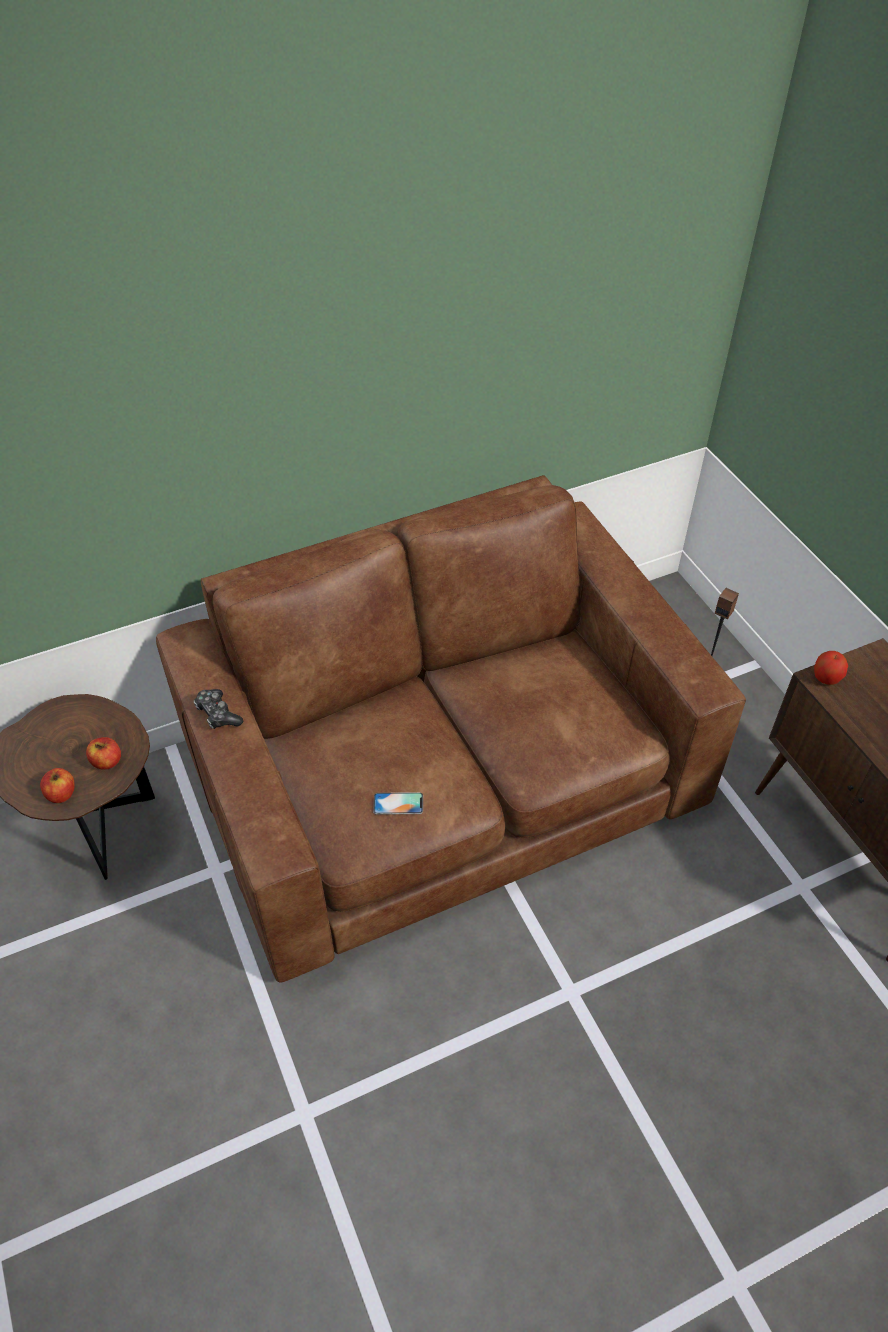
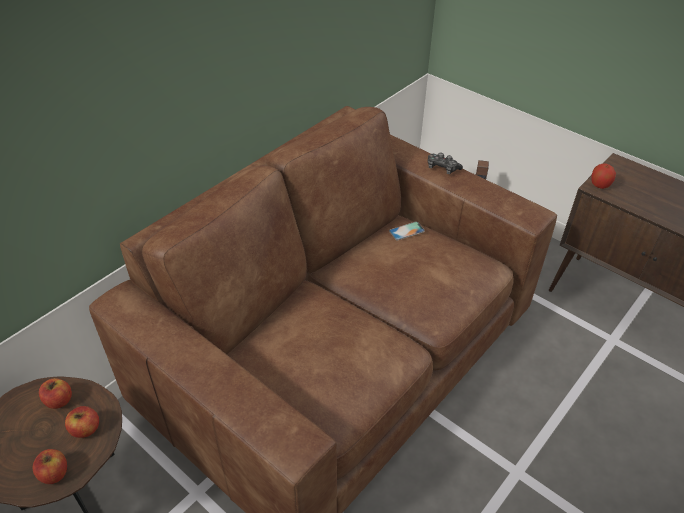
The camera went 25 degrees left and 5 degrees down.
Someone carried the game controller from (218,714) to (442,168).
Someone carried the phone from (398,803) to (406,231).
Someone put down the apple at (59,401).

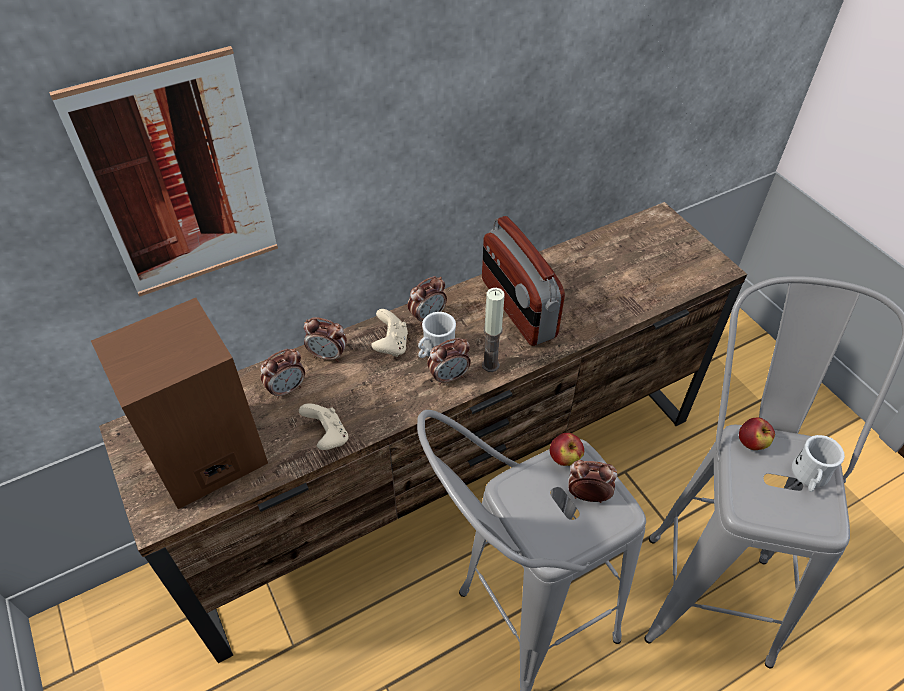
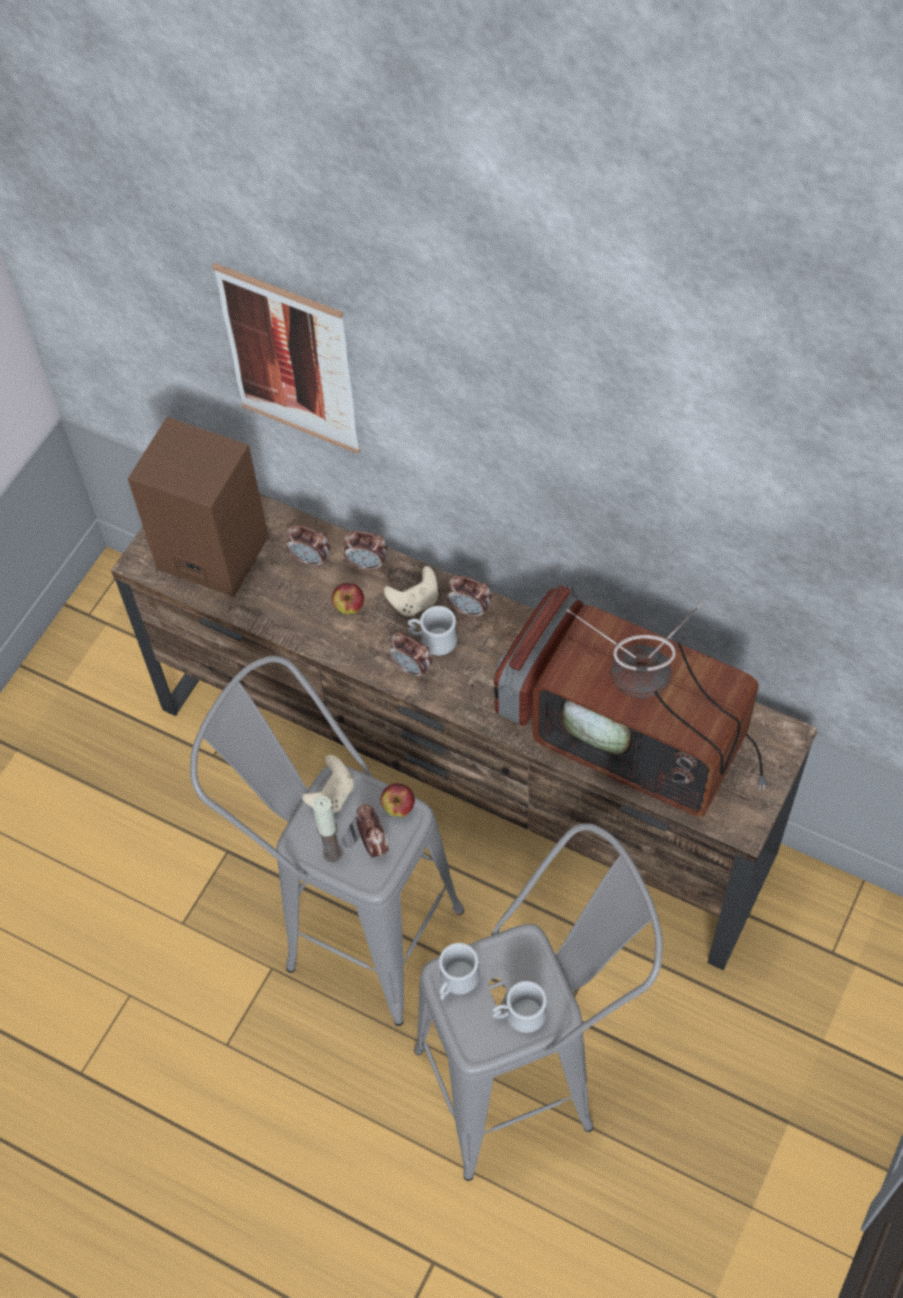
The camera went 60 degrees right and 10 degrees up.
Someone carried the game controller (beige) from (327,436) to (332,795).
Someone rotated the alarm clock at (328,355) by 60 degrees counterclockwise.
Someone carried the candle from (490,365) to (332,853).
Someone carried the apple from (751,443) to (349,607).
Someone put down the mug (white) at (456,982).
Someone put down the television at (648,741).

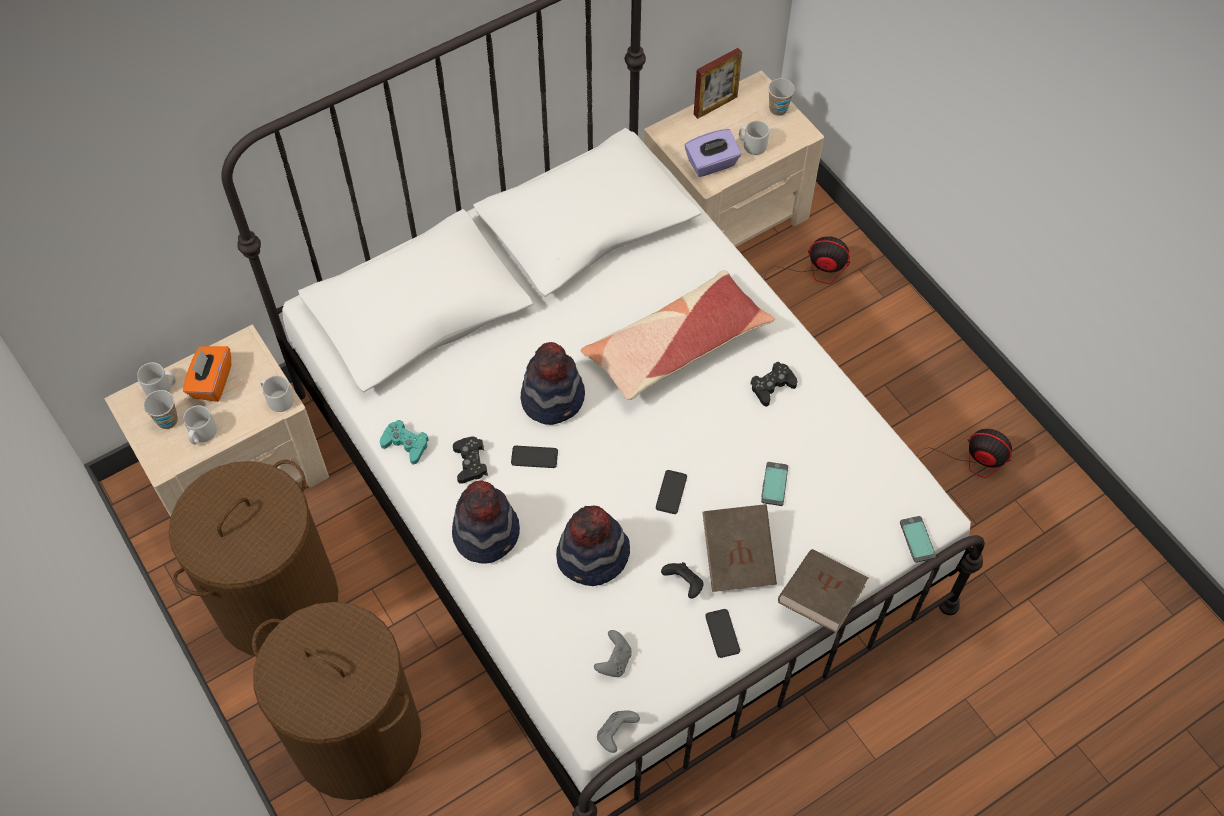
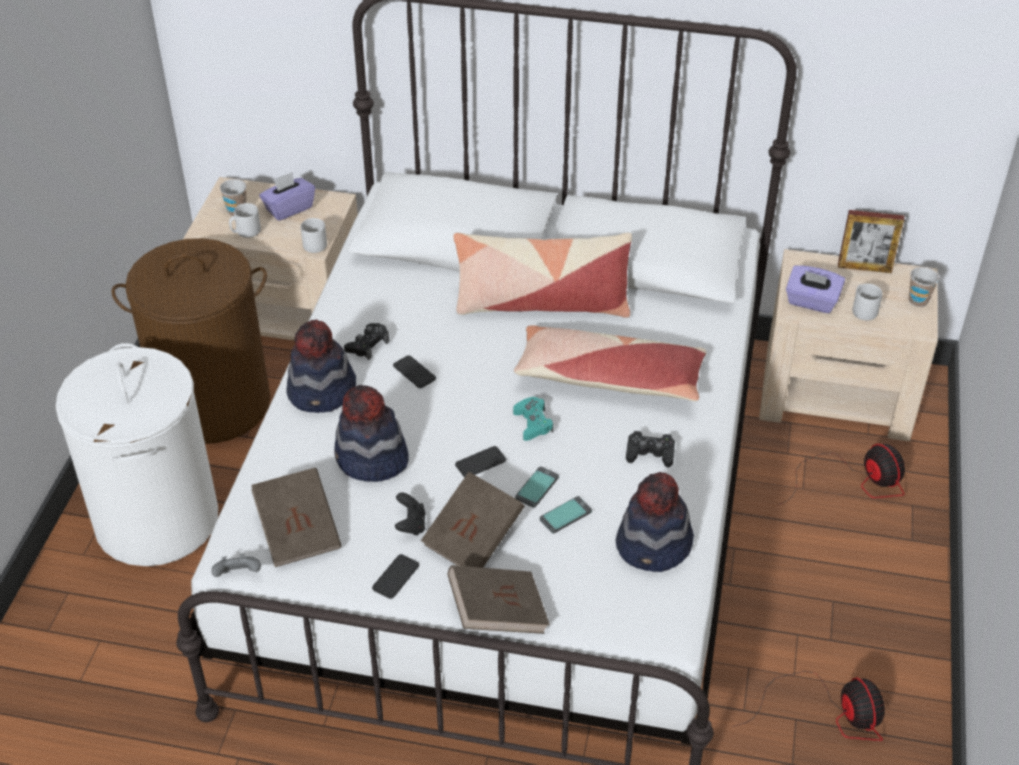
The camera went 45 degrees right and 15 degrees down.
Someone took away the mug (grey) at (161,387).
Someone repainted the tissue box (orange) at (211,382), which became the tissue box (purple) at (289,208).
Someone repainted the laundry basket (brown) at (358,736), which became the laundry basket (white) at (158,520).
Someone carried the game controller (turquoise) from (405,444) to (533,423).
Someone carried the hat from (553,397) to (654,546).
Someone swapped the game controller (grey) at (614,661) for the book (brown) at (298,531).
Someone carried the phone from (917,539) to (536,487).
Someone put down the pillow at (541,303).

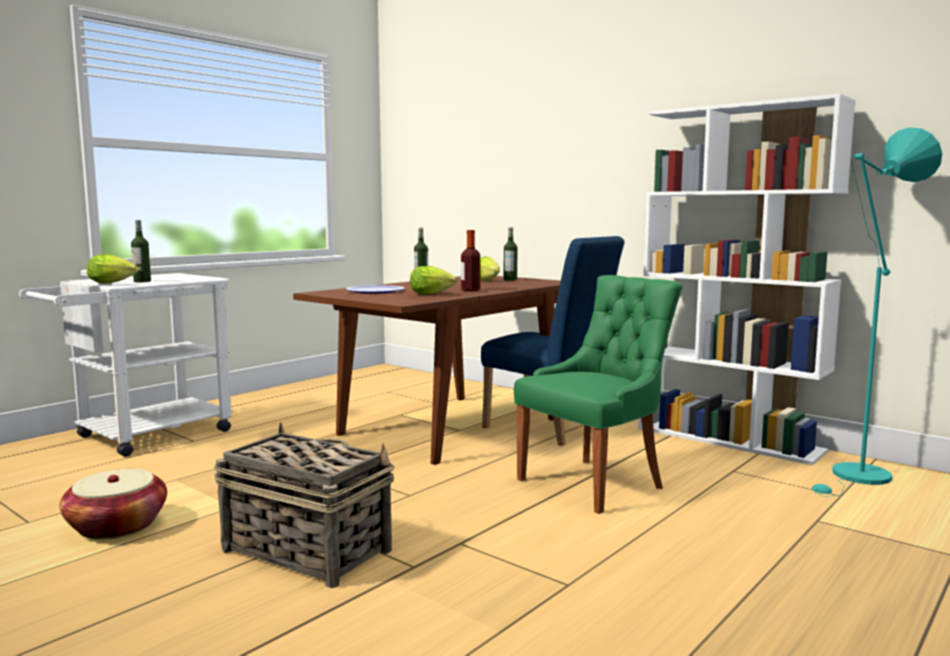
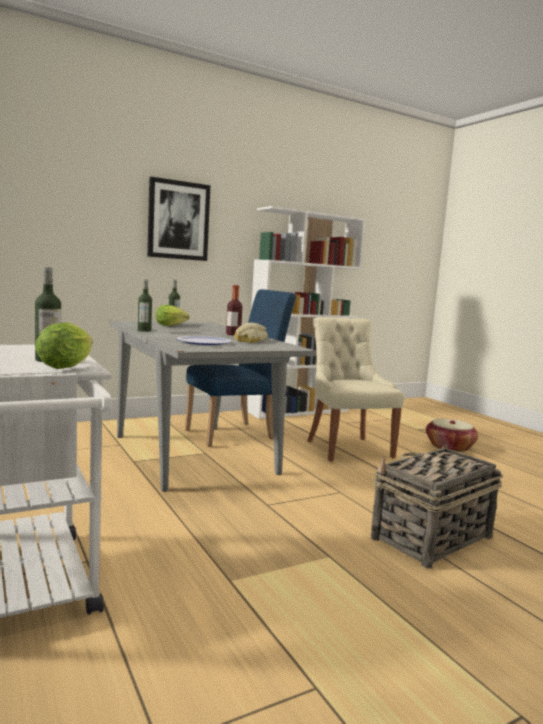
The camera went 70 degrees left and 0 degrees up.
Someone carried the basket from (117,526) to (450,447).
Someone repainted the dining table (brown) at (448,427), which became the dining table (grey) at (194,454).
Someone swapped the lettuce at (433,294) for the bread at (250,340).
Someone repainted the chair (green) at (594,483), which became the chair (beige) at (347,448).
Someone took away the floor lamp (turquoise) at (857,478).
Someone put up the picture at (178,220).

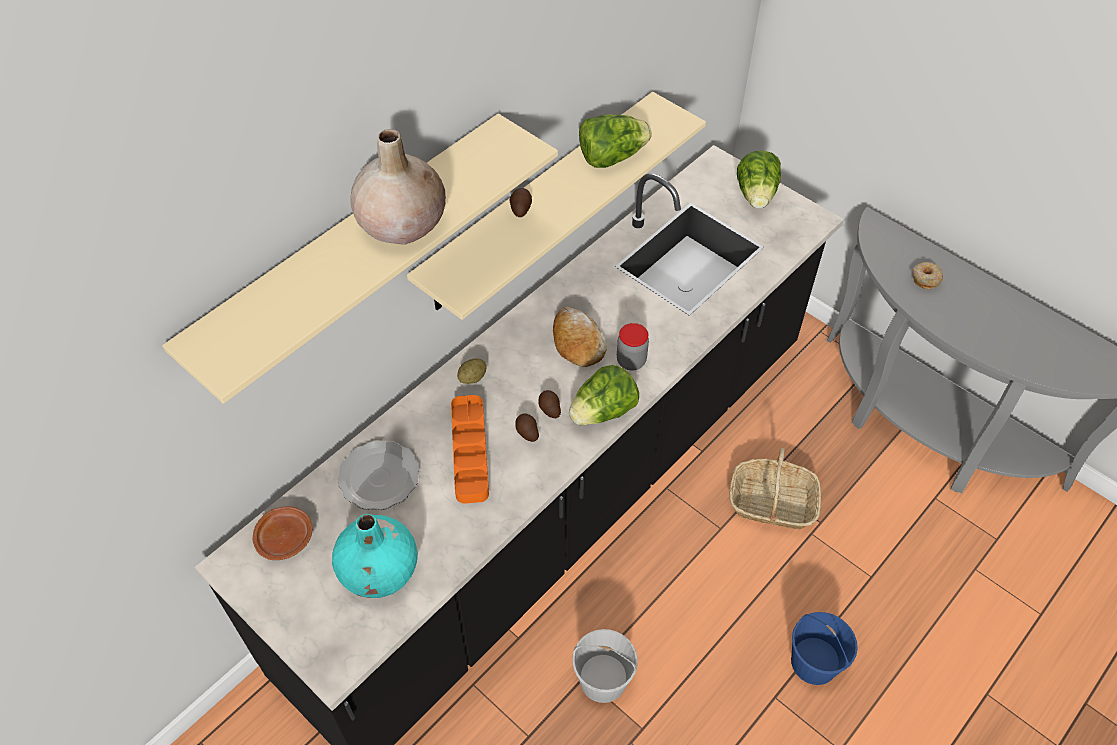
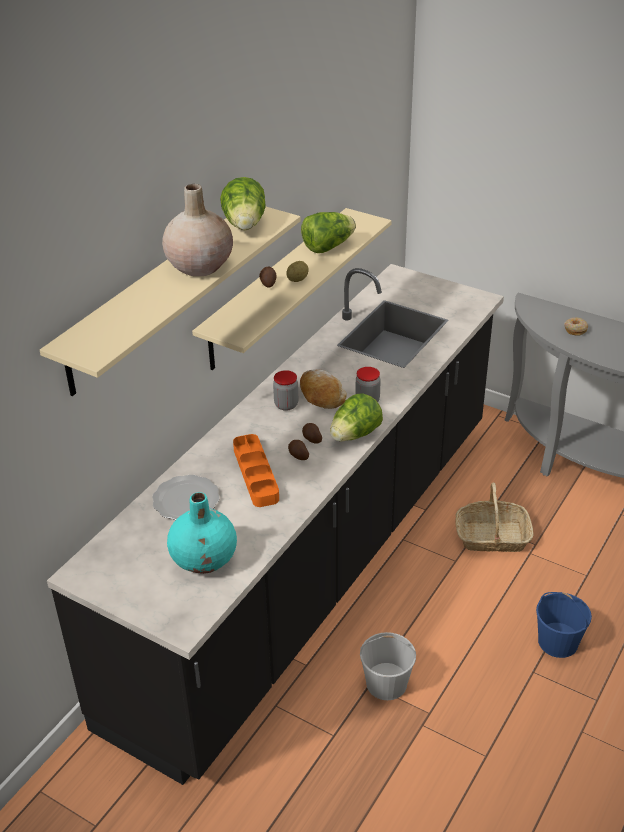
The camera went 10 degrees left and 15 degrees down.
Someone took away the plate (brown) at (285,537).
Someone carried the potato from (472,378) to (297,279).
Someone carried the lettuce from (756,195) to (245,225).
Someone put down the jar at (286,405).

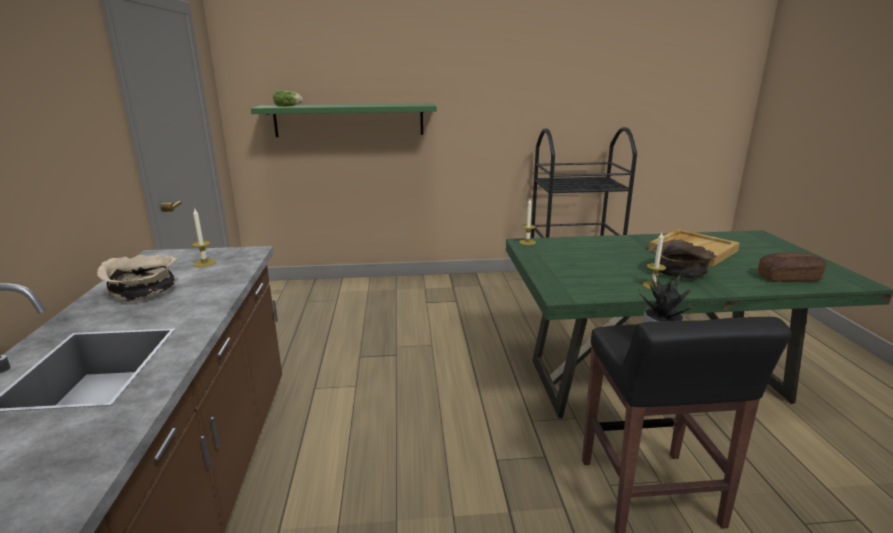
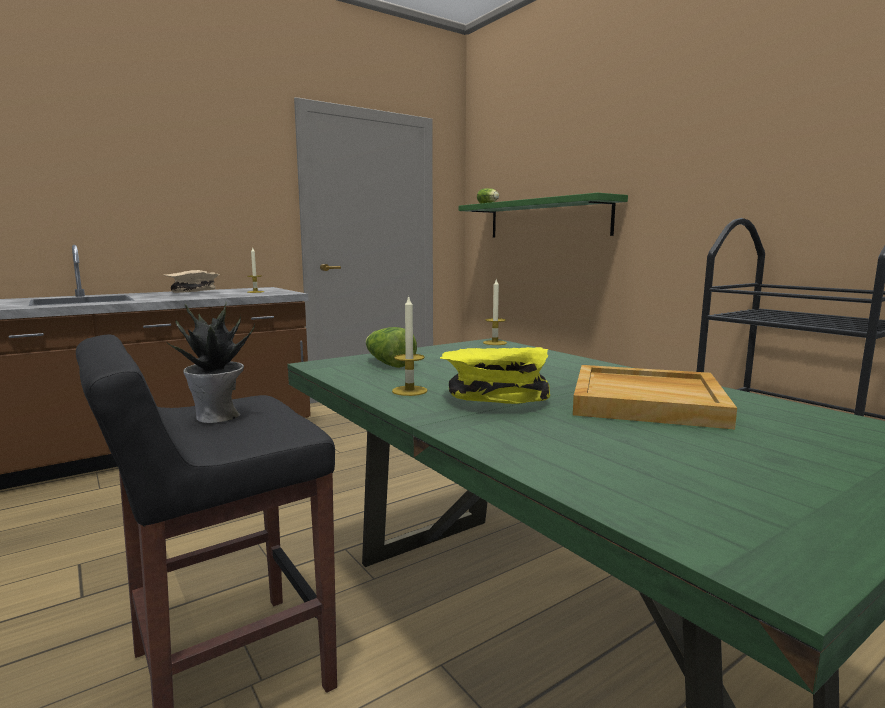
The camera went 60 degrees right and 10 degrees down.
Someone repainted the bowl (brown) at (680,273), which became the bowl (yellow) at (493,399).
Someone took away the bread at (788,278).
Someone put down the lettuce at (388,364).

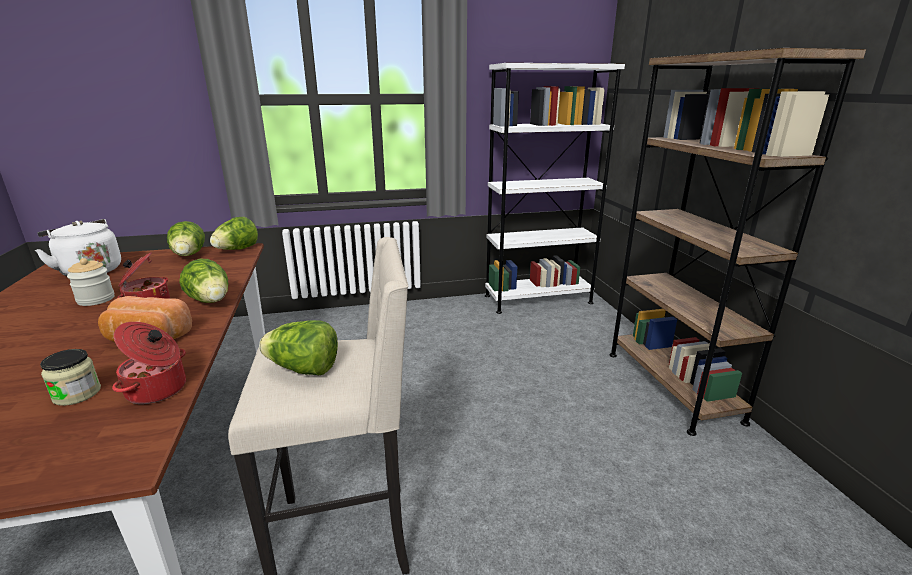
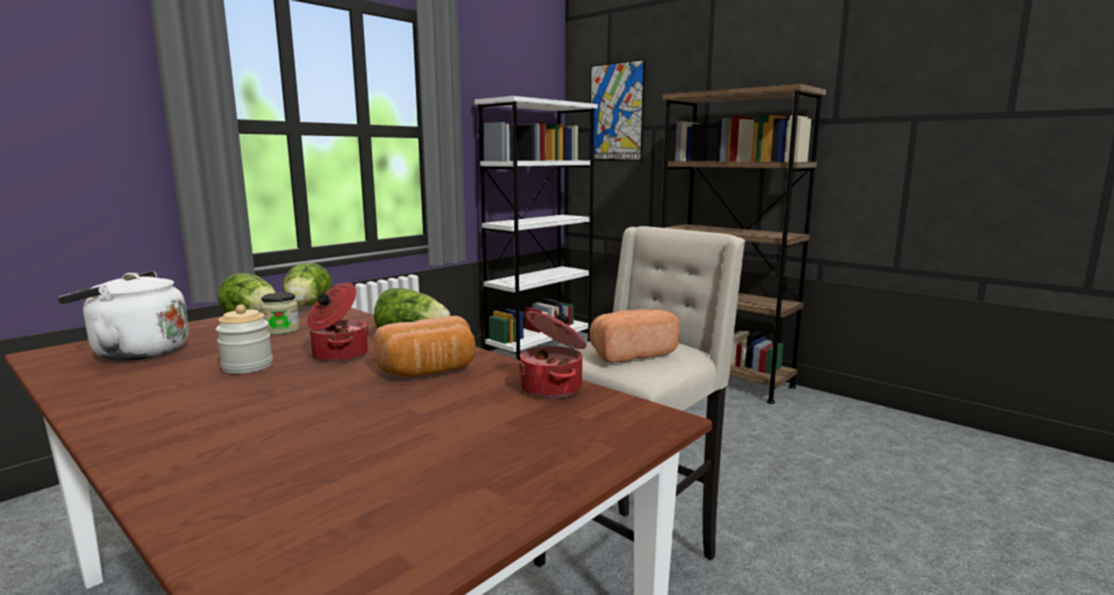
The camera went 35 degrees left and 10 degrees down.
Someone carried the jar from (77,394) to (281,330).
Someone swapped the lettuce at (303,369) for the bread at (629,353).
Someone put up the picture at (616,112).

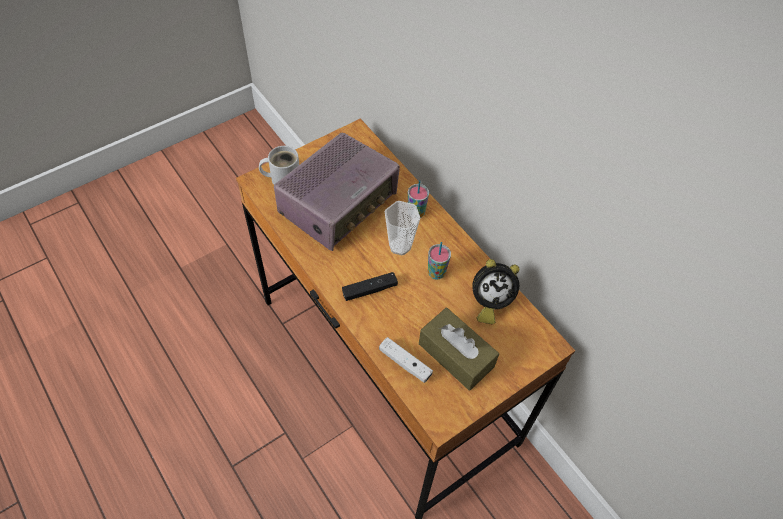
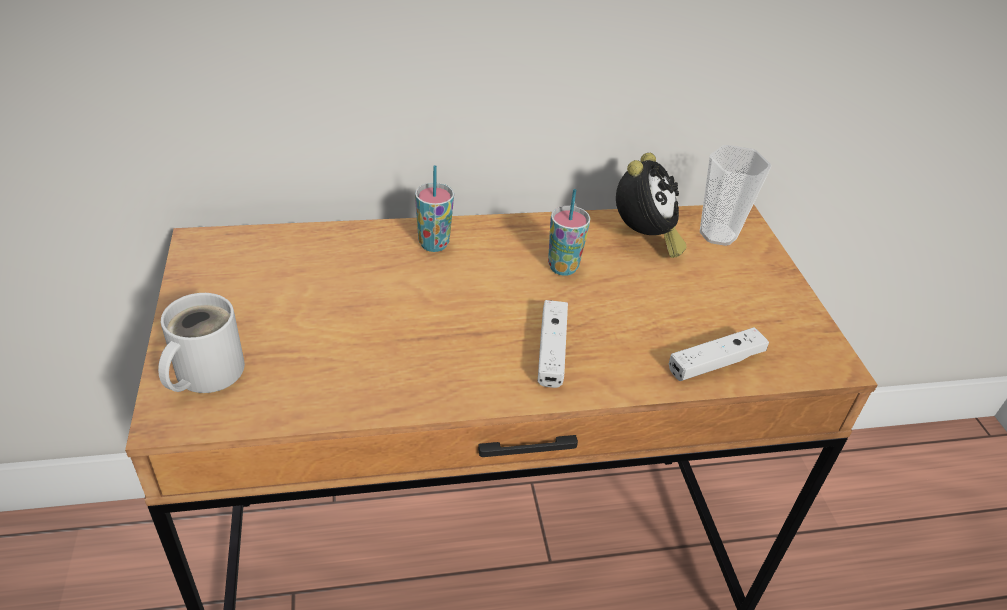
The camera went 65 degrees left and 15 degrees down.
Someone took away the radio at (339,204).
Someone repainted the game controller (black) at (369,290), which became the game controller (white) at (551,351).
Someone carried the cup from (400,246) to (718,234).
Someone took away the tissue box (brown) at (456,355).

